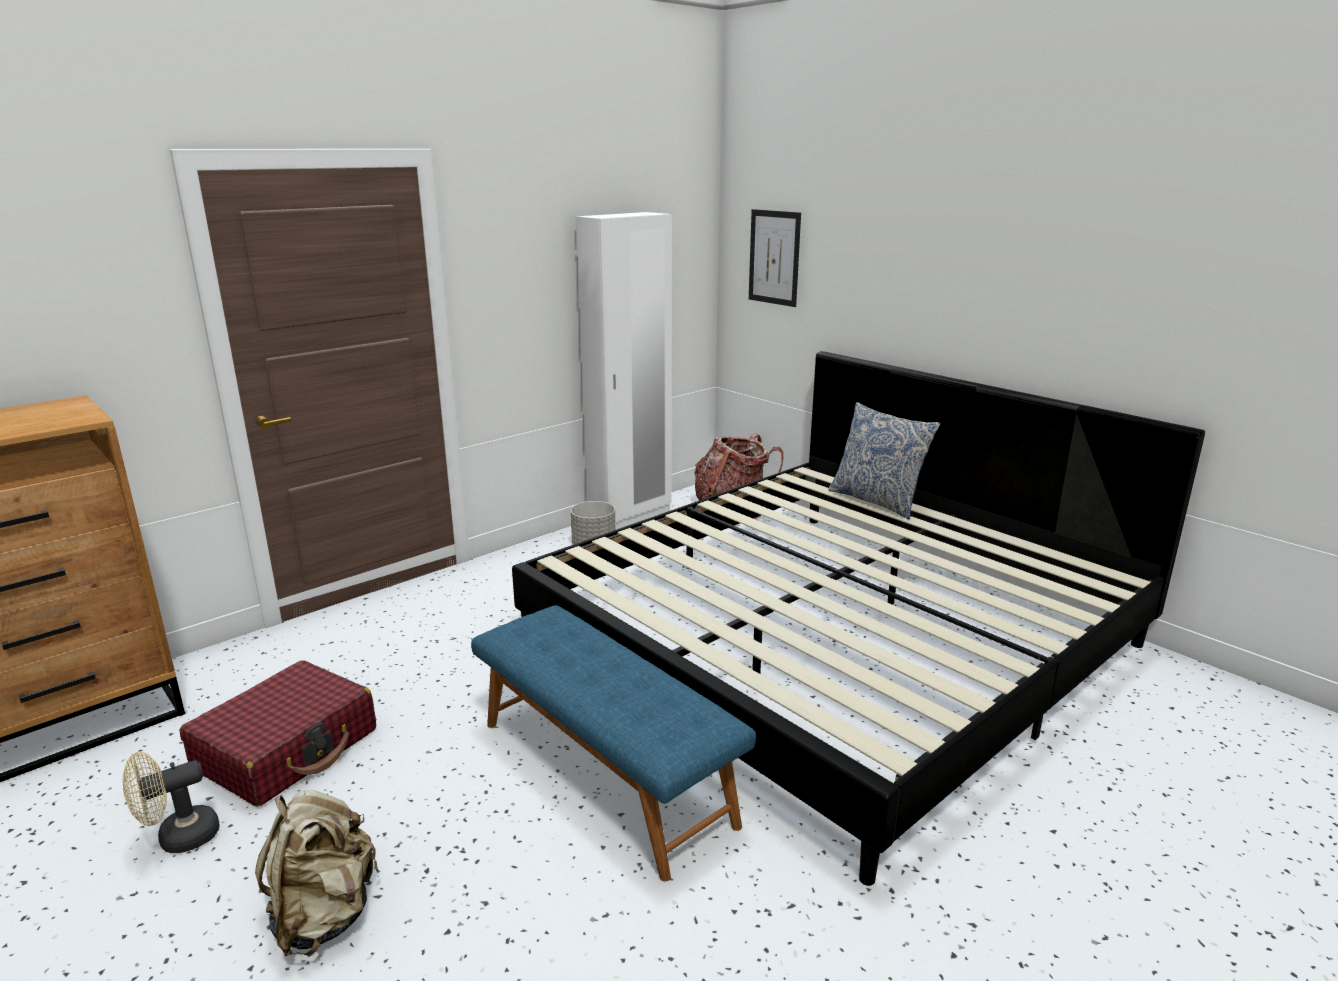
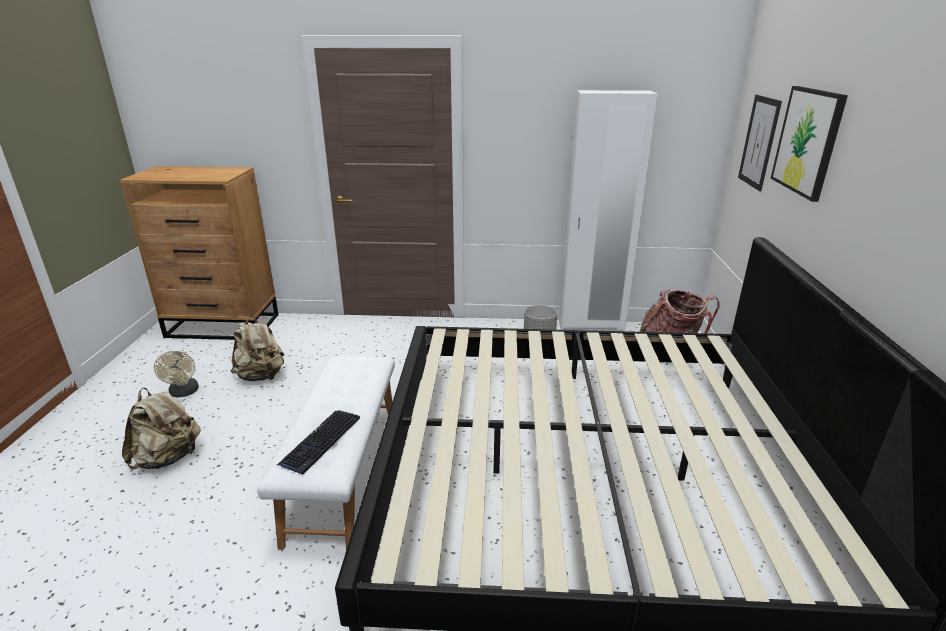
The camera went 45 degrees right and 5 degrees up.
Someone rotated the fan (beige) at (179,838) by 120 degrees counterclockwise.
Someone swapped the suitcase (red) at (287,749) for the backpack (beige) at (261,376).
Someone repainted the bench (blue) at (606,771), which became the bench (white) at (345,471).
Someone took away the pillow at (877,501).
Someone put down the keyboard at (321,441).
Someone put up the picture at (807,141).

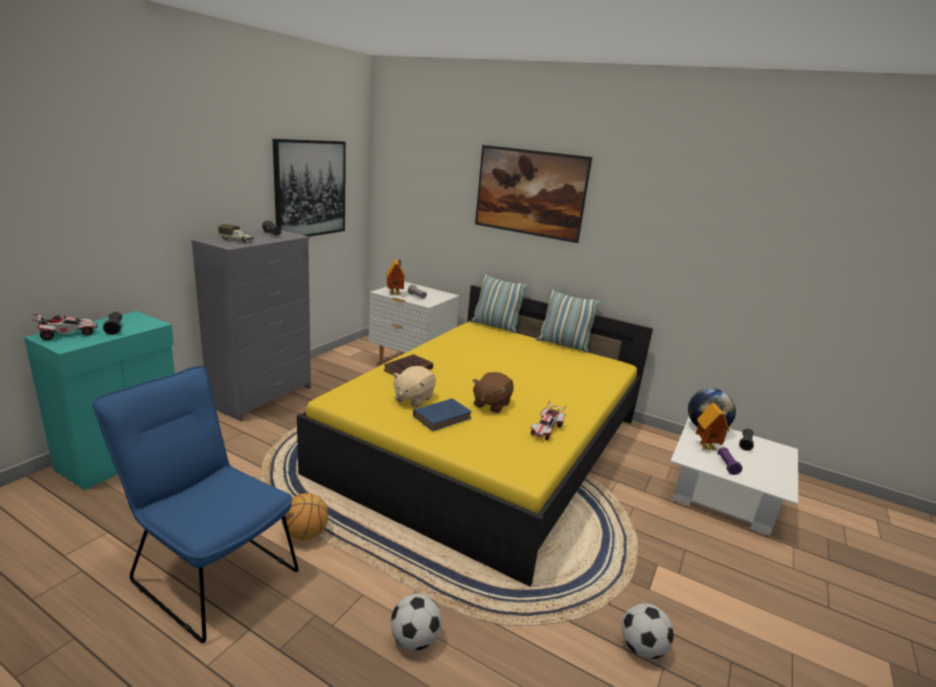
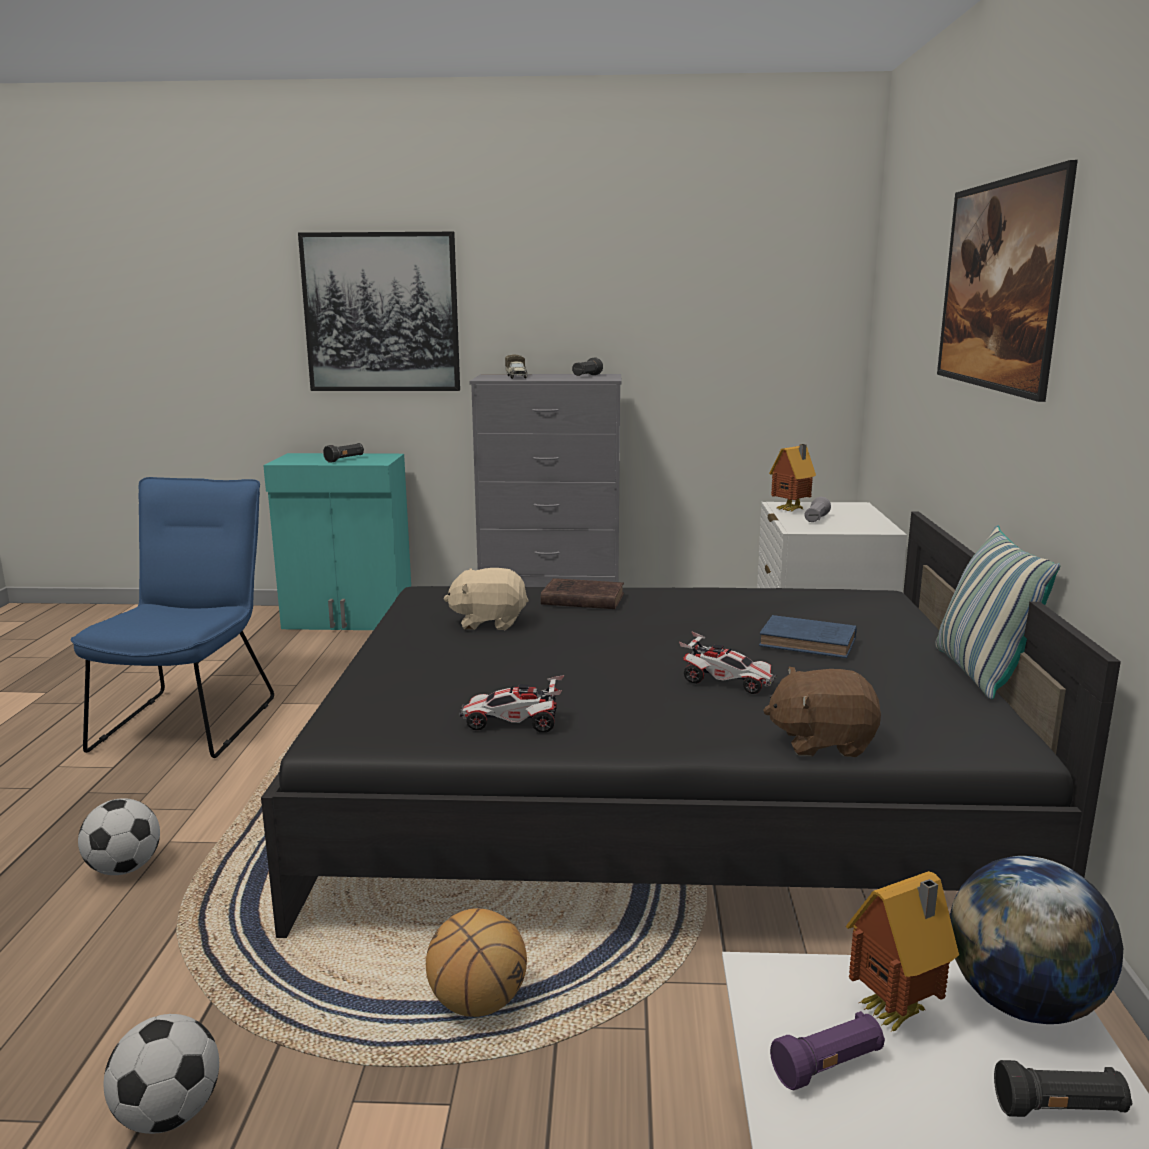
The camera went 65 degrees right and 5 degrees down.
Someone carried the toy car from (67,334) to (727,682).
Someone carried the picture from (310,189) to (381,313).
Someone carried the basketball from (305,534) to (477,1003).
Someone repainted the bed (yellow) at (486,445), which became the bed (black) at (656,796).
Someone carried the book (blue) from (443,417) to (810,643).
Someone took away the pillow at (495,326).
Someone carried the plush toy (brown) from (491,404) to (821,742).

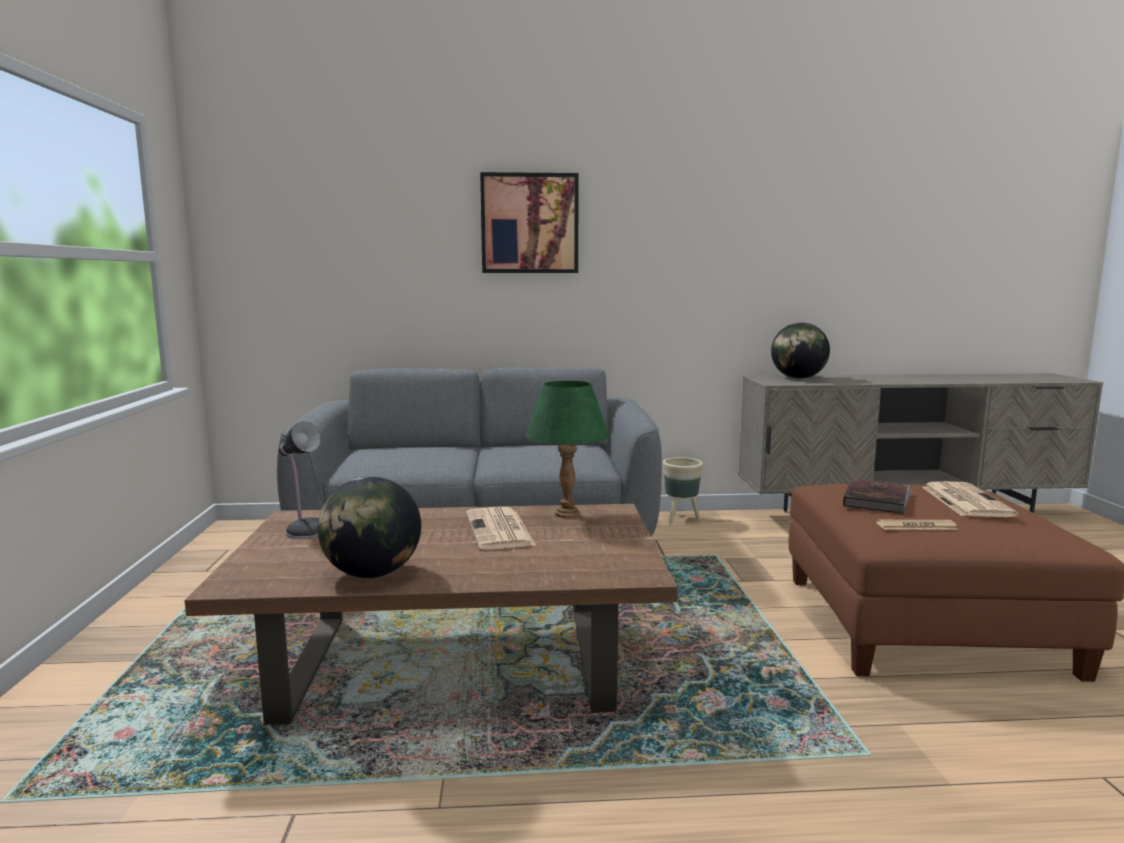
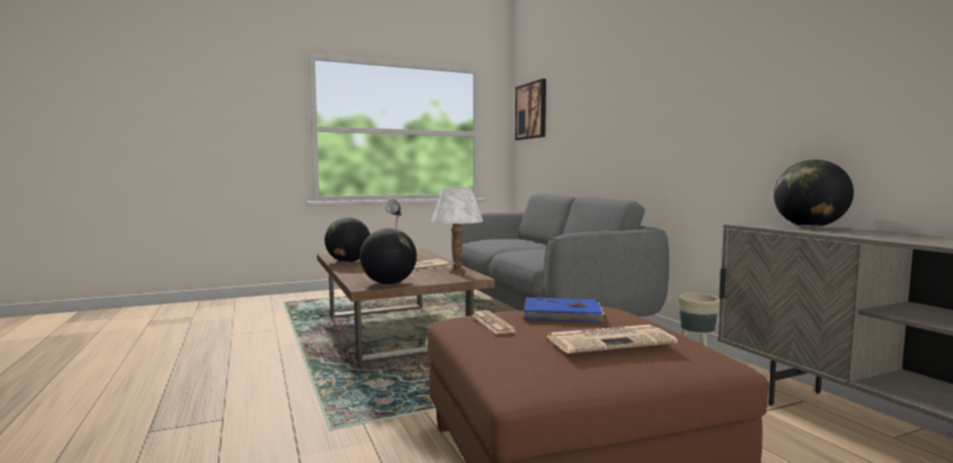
The camera went 70 degrees right and 5 degrees down.
Someone carried the picture from (529,223) to (531,111).
Someone repainted the table lamp (green) at (567,514), which became the table lamp (white) at (457,272).
Someone repainted the book (brown) at (877,500), which became the book (blue) at (562,314).
Someone put down the globe at (389,283).

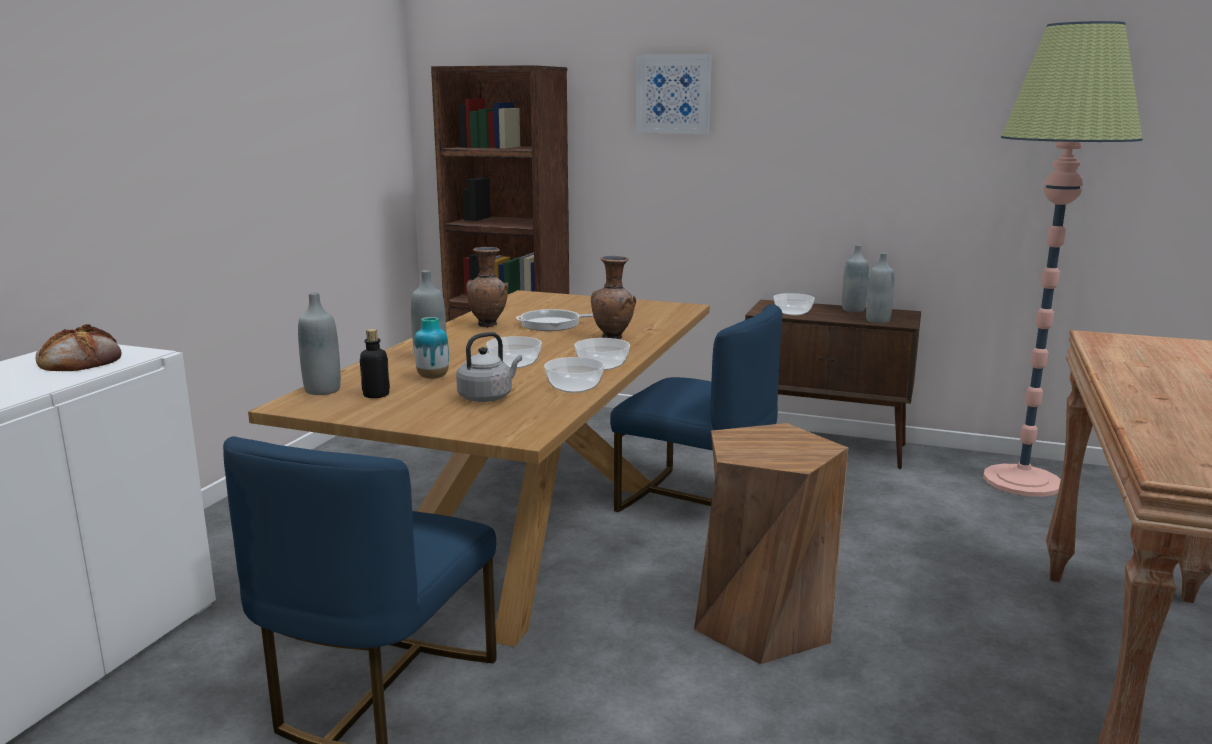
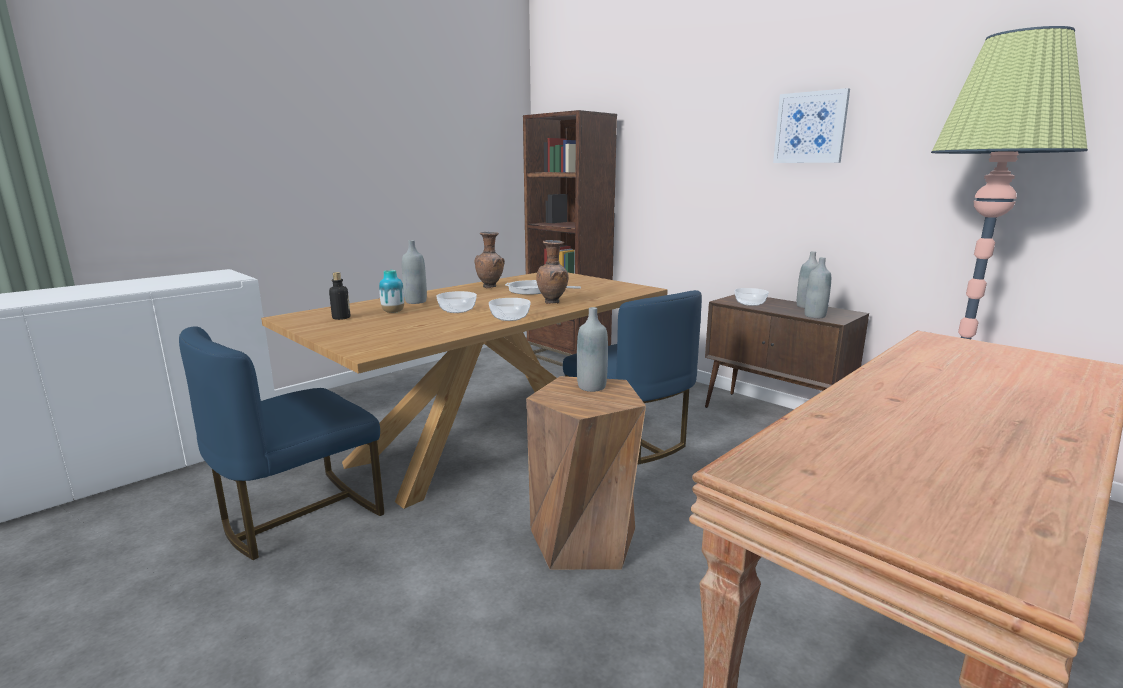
The camera went 25 degrees right and 0 degrees up.
Someone took away the bread at (81,360).
Someone carried the bottle (grey) from (322,390) to (591,387).
Someone took away the kettle (grey) at (487,397).
Someone took away the bowl at (573,387).
Someone carried the picture from (673,94) to (810,127).

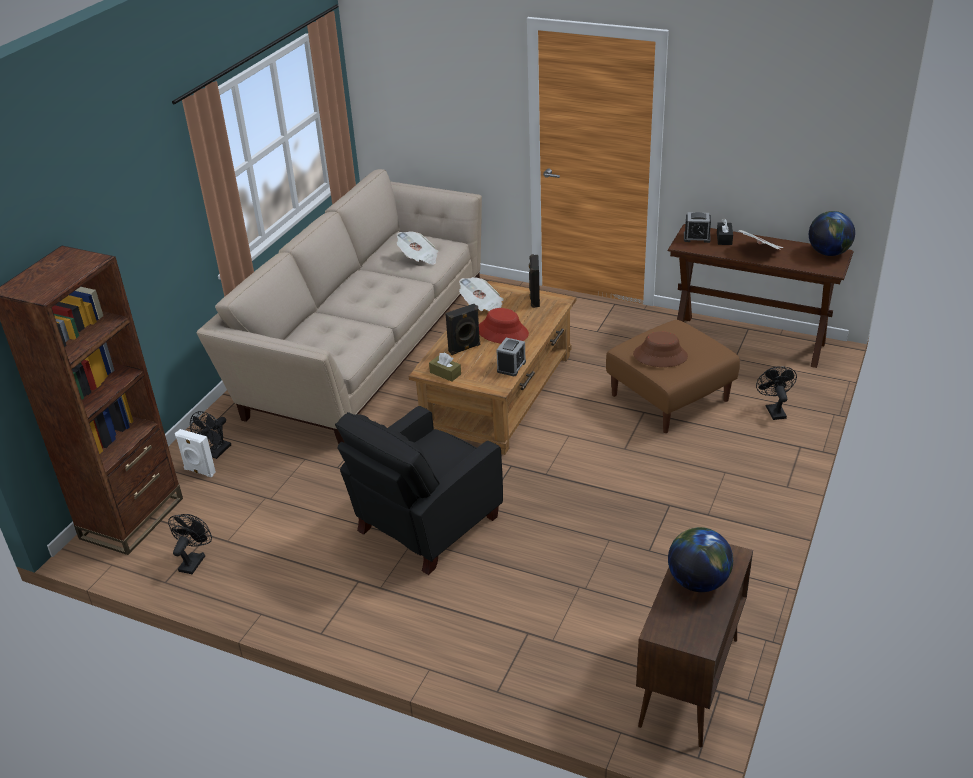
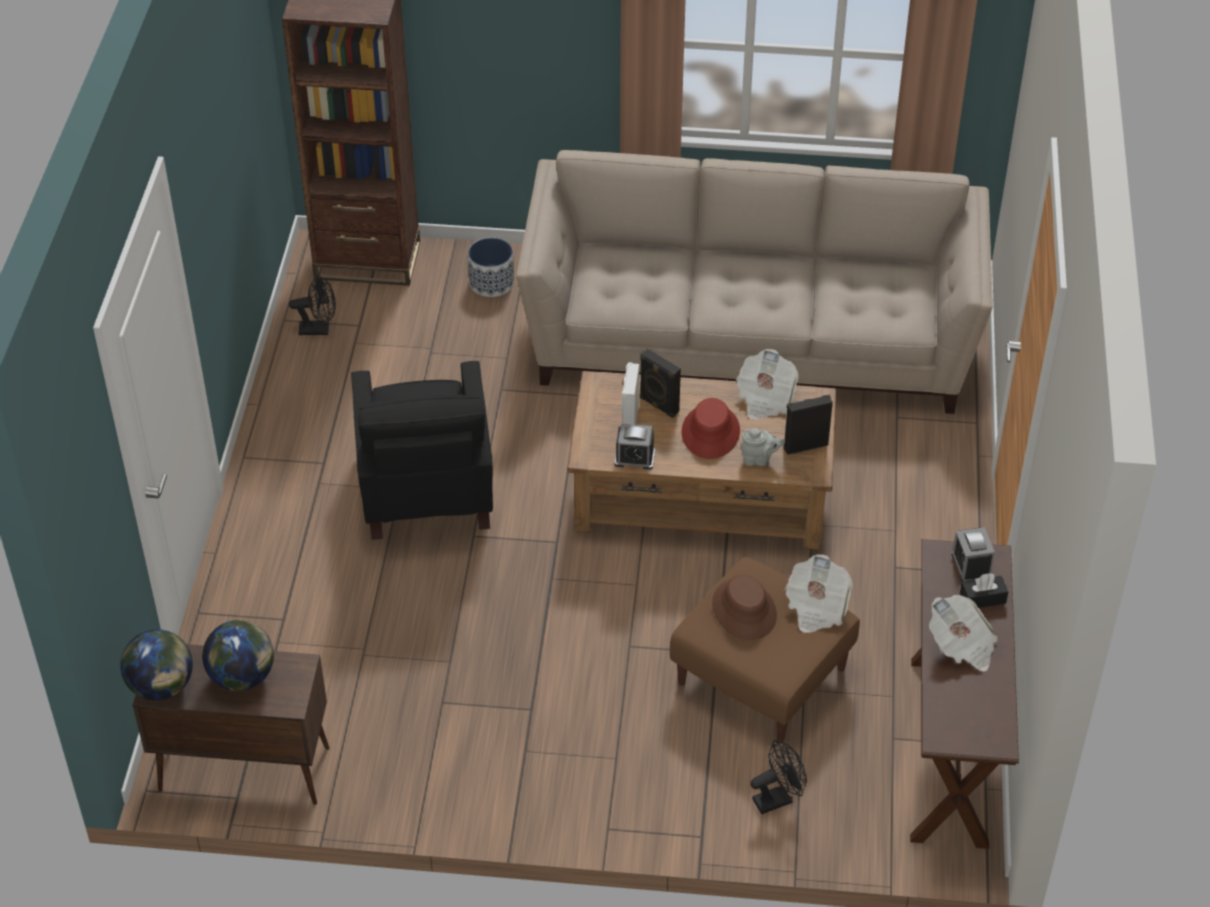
The camera went 70 degrees right and 10 degrees up.
Someone carried the speaker (white) from (199,471) to (629,422).
Someone swapped the fan (black) at (216,453) for the planter at (492,283).
Someone rotated the armchair (black) at (425,525) by 120 degrees counterclockwise.
Someone carried the newspaper from (419,258) to (816,607).
Someone took away the tissue box (brown) at (445,373).
Someone carried the globe from (828,253) to (162,687).
Someone put down the teapot (grey) at (759,459).

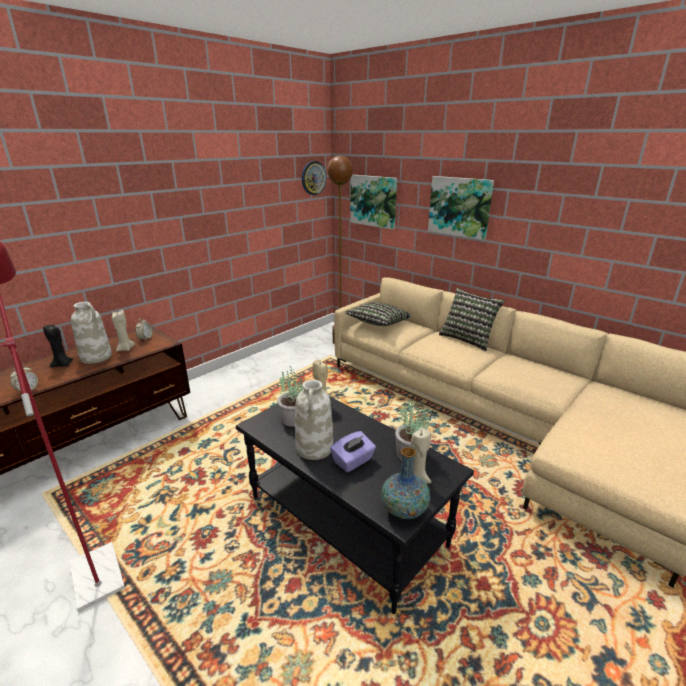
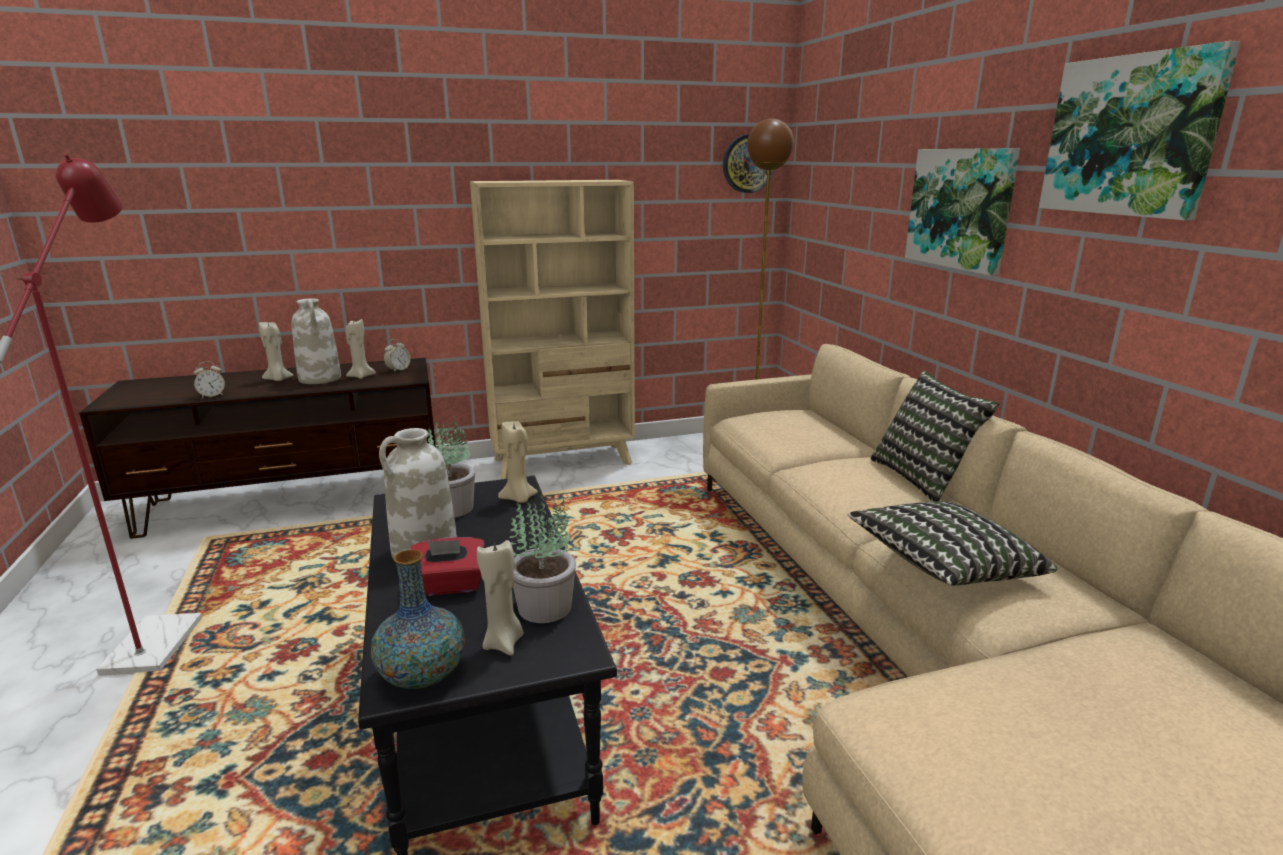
The camera went 30 degrees right and 5 degrees down.
Someone repainted the candle (black) at (63,365), which became the candle (beige) at (278,379).
Someone repainted the tissue box (purple) at (353,461), which became the tissue box (red) at (449,586).
Someone carried the pillow from (378,324) to (942,568).
Someone carried the picture from (374,201) to (1131,136).
Someone put down the bookcase (beige) at (563,461).

